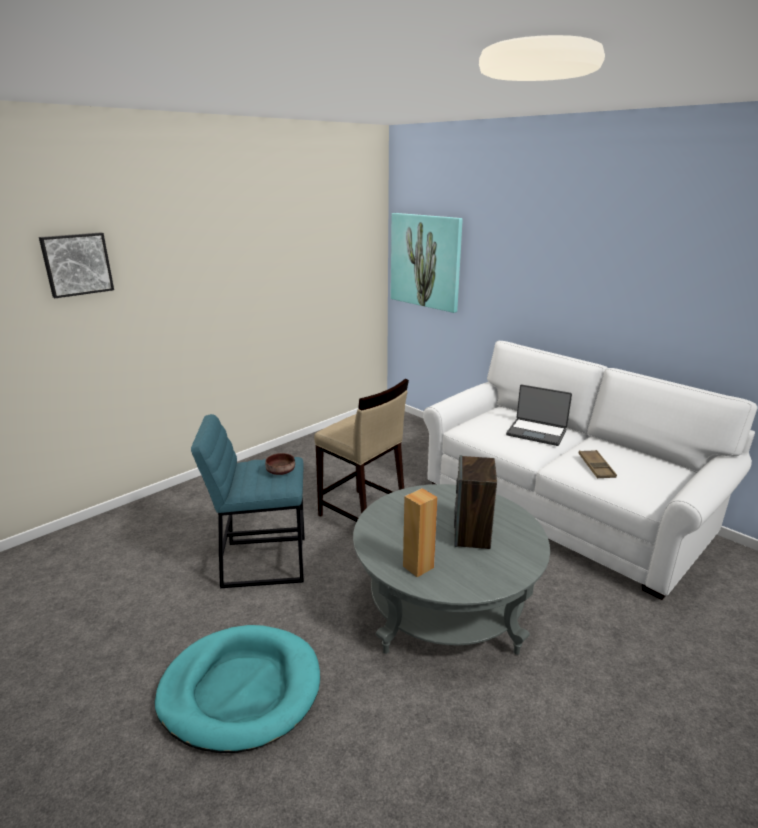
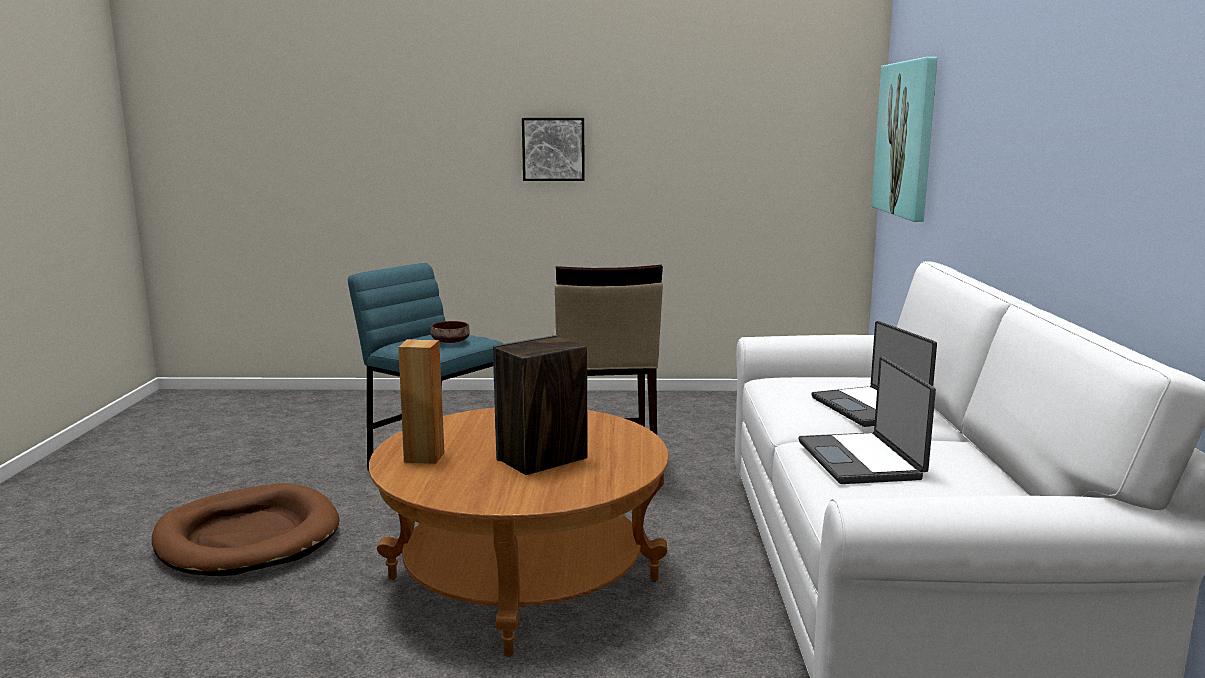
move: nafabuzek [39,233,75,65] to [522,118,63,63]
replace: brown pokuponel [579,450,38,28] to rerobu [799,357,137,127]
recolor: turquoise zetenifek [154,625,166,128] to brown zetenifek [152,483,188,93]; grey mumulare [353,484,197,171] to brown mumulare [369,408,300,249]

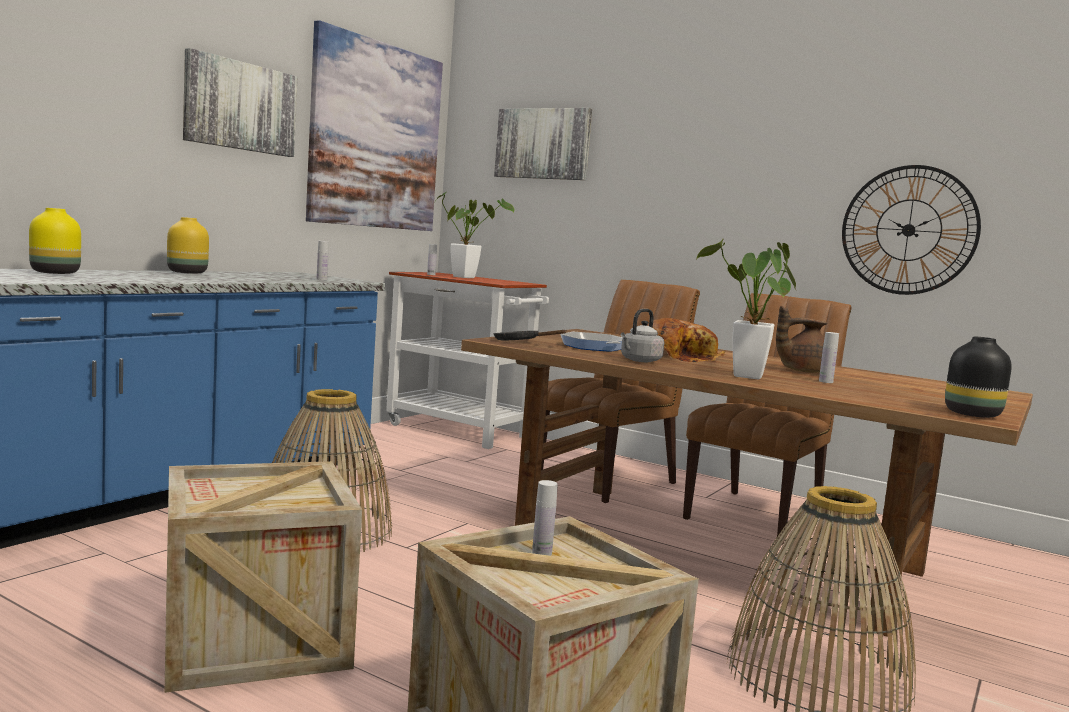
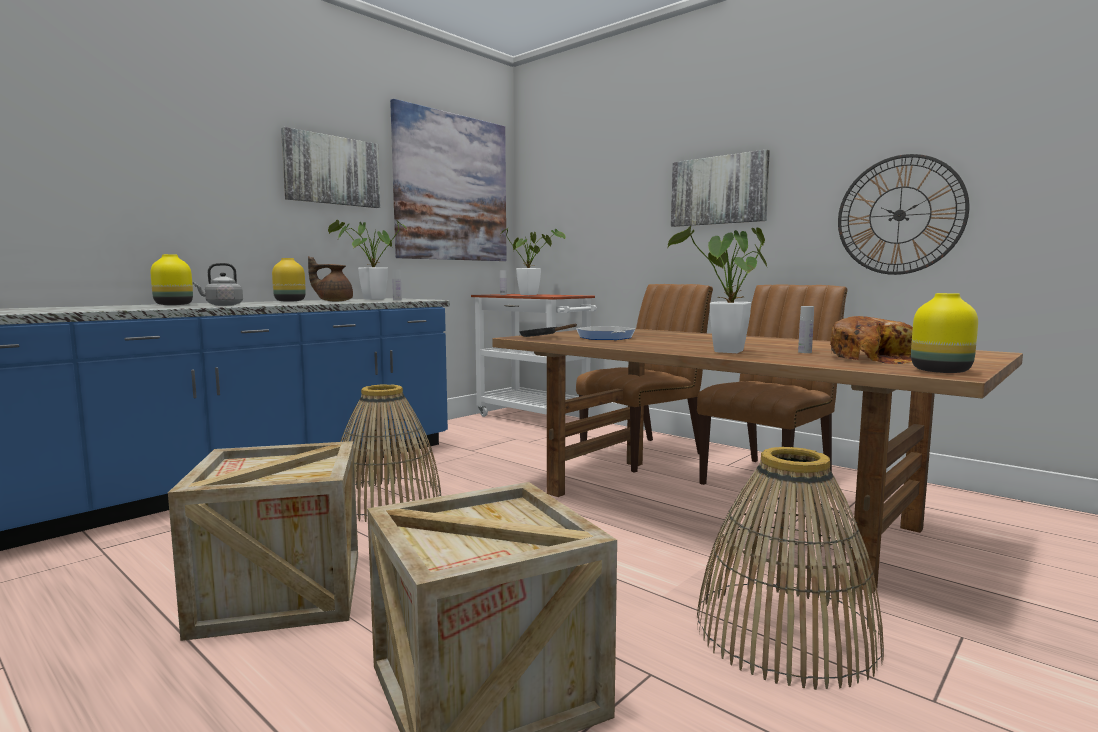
delete: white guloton [532,480,26,76]
insert: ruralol [328,220,79,80]
move: nafabuzek [494,108,98,72] to [671,149,99,78]; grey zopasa [621,309,43,53] to [193,263,50,43]; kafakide [647,318,78,45] to [830,316,83,48]; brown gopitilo [776,306,52,67] to [308,256,45,45]
recolor: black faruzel [945,336,67,82] to yellow faruzel [911,293,67,80]

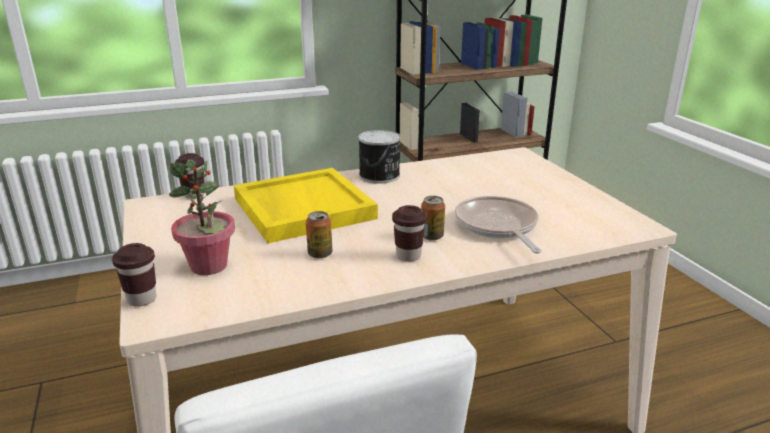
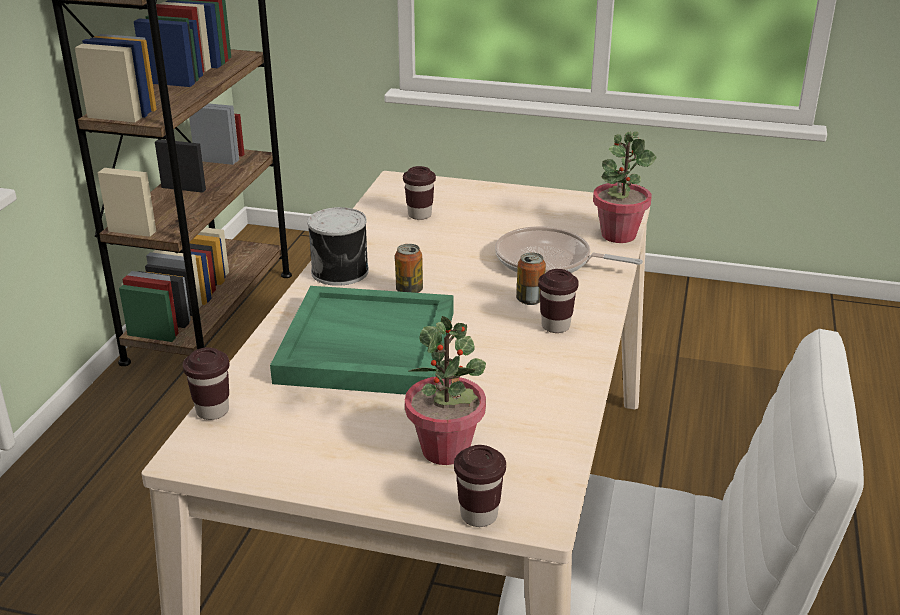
insert: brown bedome [403,166,33,54]; ruralol [593,131,64,112]
move: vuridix [306,211,26,48] to [395,244,28,49]
recolor: yellow pokuponel [234,168,144,75] to green pokuponel [270,286,184,109]

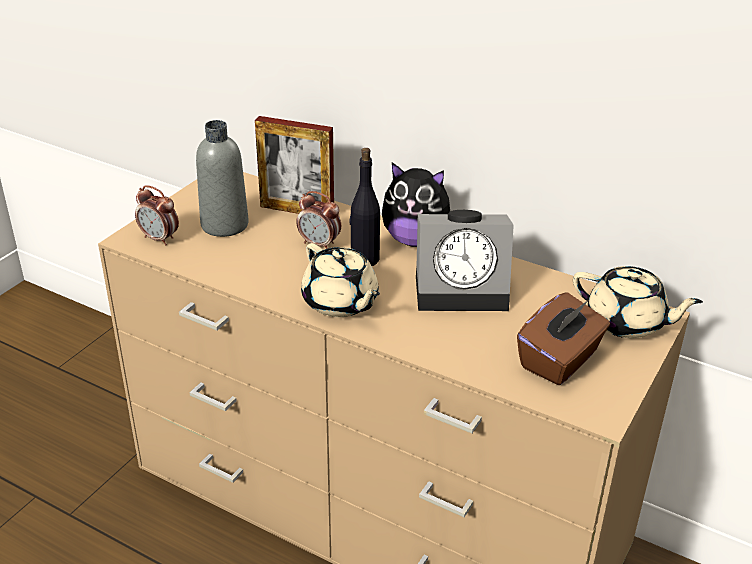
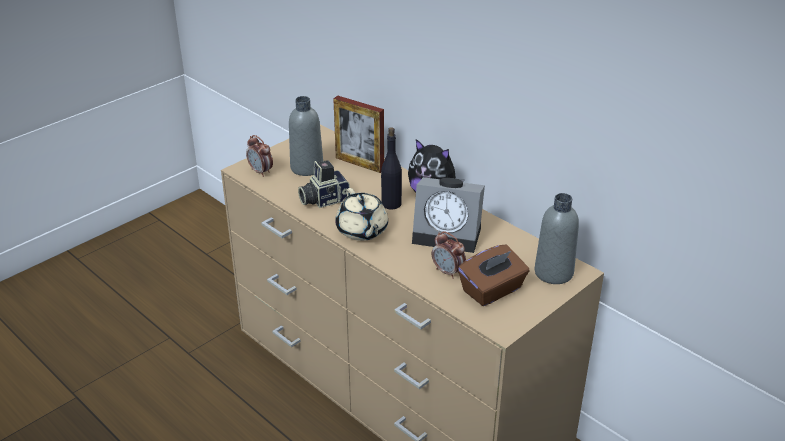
insert: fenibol [298,160,52,48]
move: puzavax [296,191,45,58] to [432,231,34,48]
replace: beige gopitilo [573,266,130,73] to grey guloton [535,193,44,91]

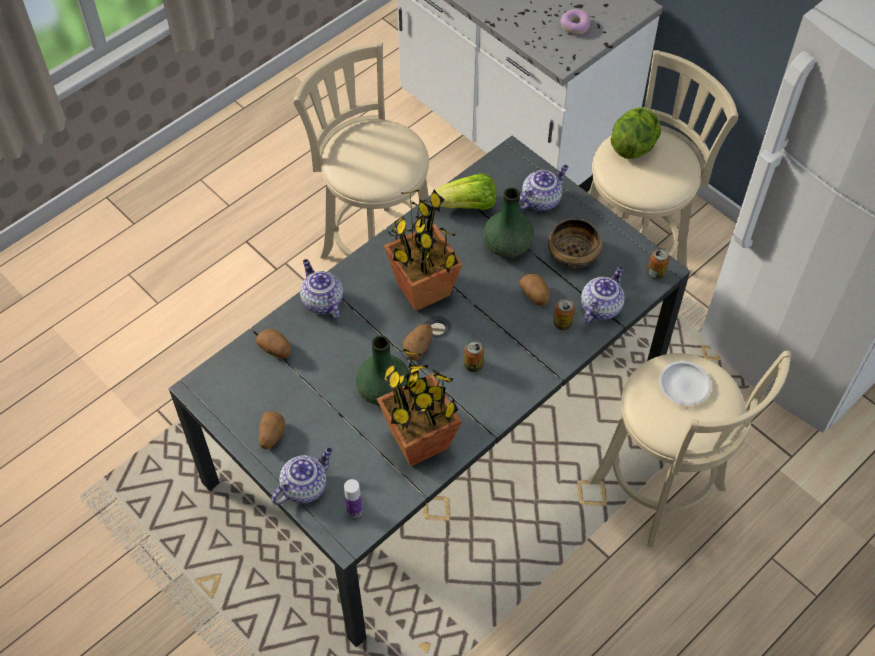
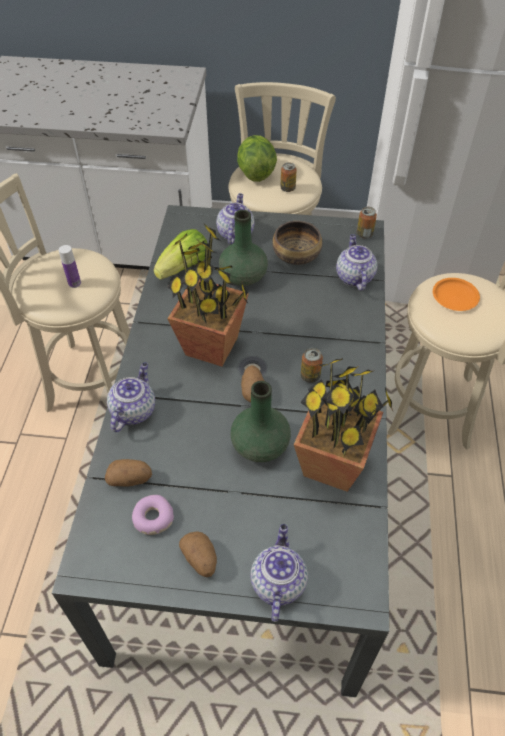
delete: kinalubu [519,274,31,32]
move: guloton [344,479,19,39] to [59,245,22,43]; vuridix [553,298,22,32] to [280,162,17,30]; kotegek [560,9,30,25] to [132,495,42,40]
recolor: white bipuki [659,361,52,44] to orange bipuki [433,278,47,33]
rotate: gopitilo [300,259,43,60] = [107,362,48,70] 90 degrees clockwise

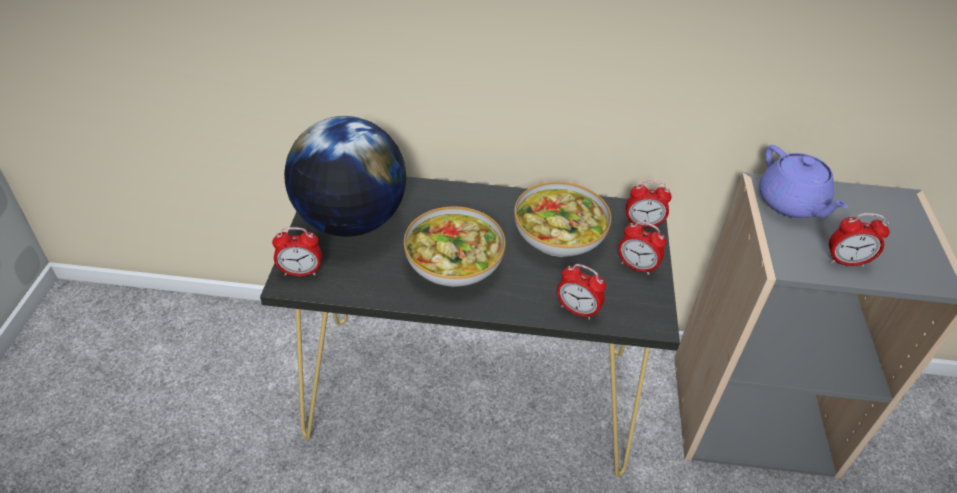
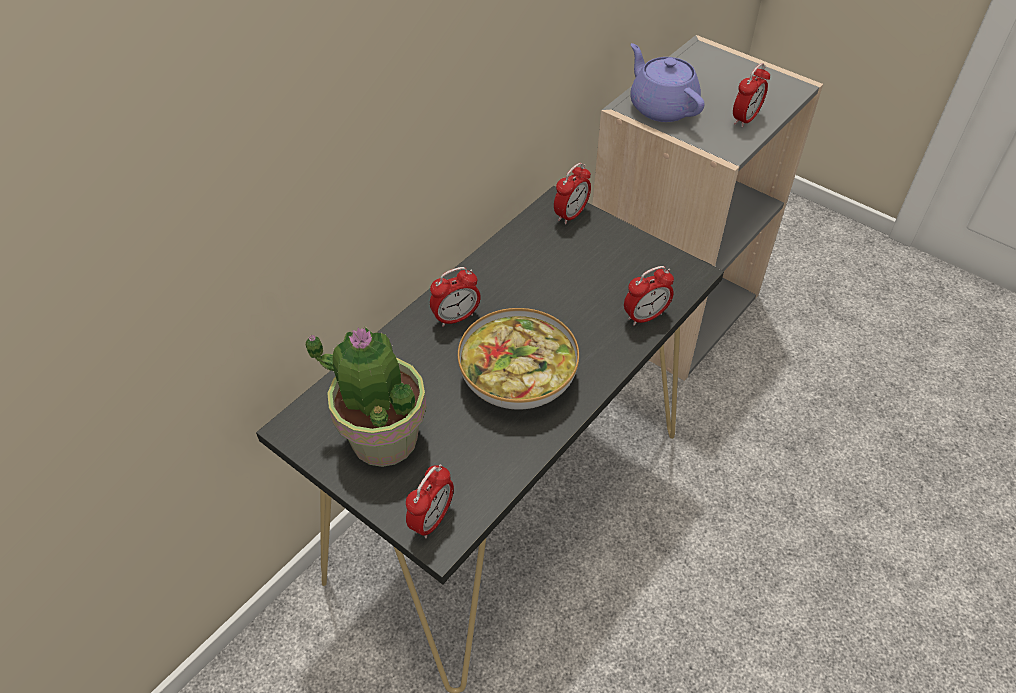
delete: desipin [514,182,97,75]
move: puzavax [618,221,48,54] to [430,267,51,60]
replace: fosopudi [284,116,122,121] to ruralol [306,326,121,141]
rotate: purple gopitilo [759,145,89,74] = [630,43,75,79] 135 degrees counterclockwise

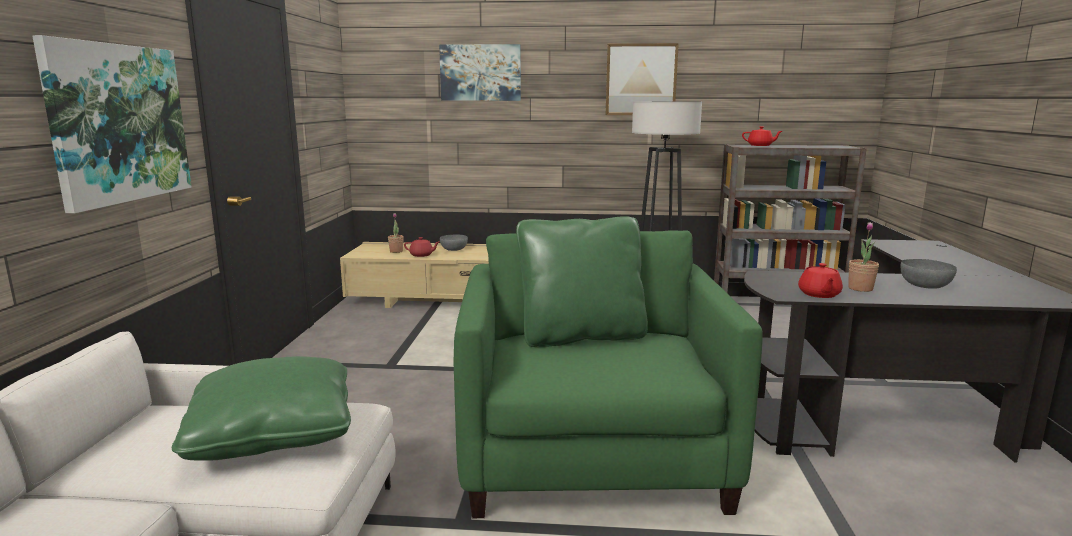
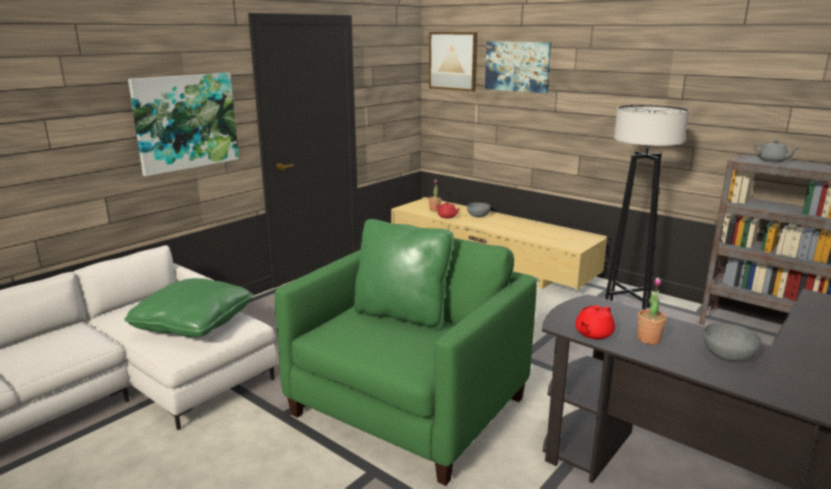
move: nafabuzek [606,43,73,72] to [429,32,48,60]
recolor: red gopitilo [742,126,40,20] to grey gopitilo [754,140,45,22]

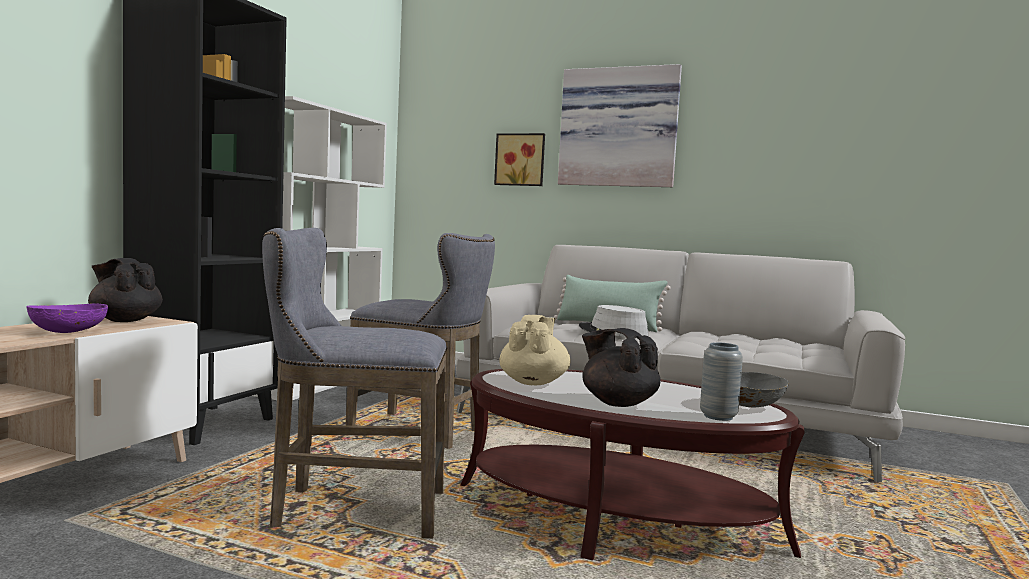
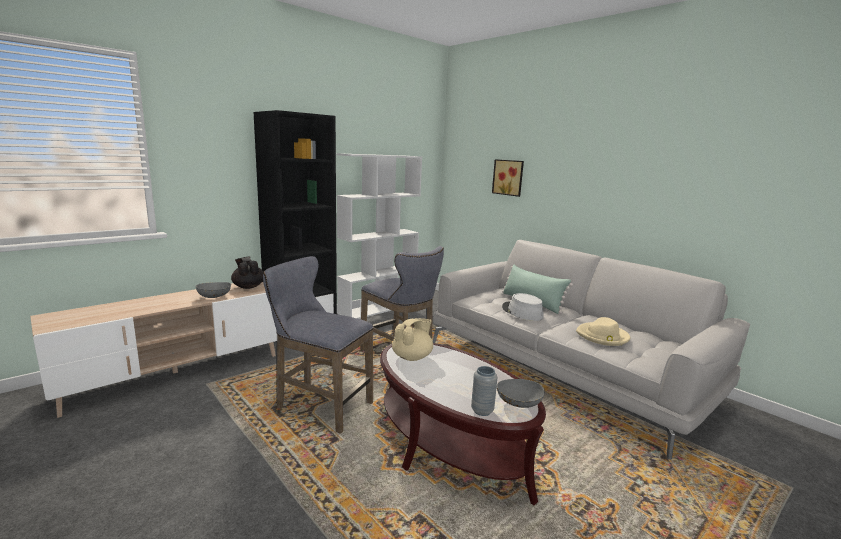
delete: nafabuzek [558,64,124,123]; black gopitilo [582,328,79,79]
insert: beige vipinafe [576,317,54,29]
recolor: purple desipin [26,303,82,30] to grey desipin [195,282,36,16]

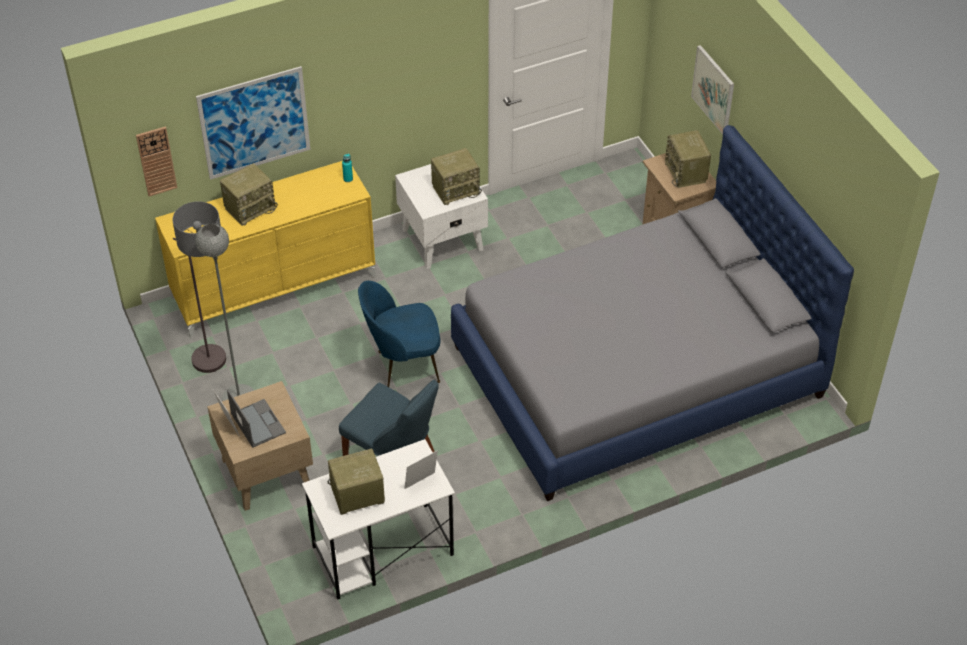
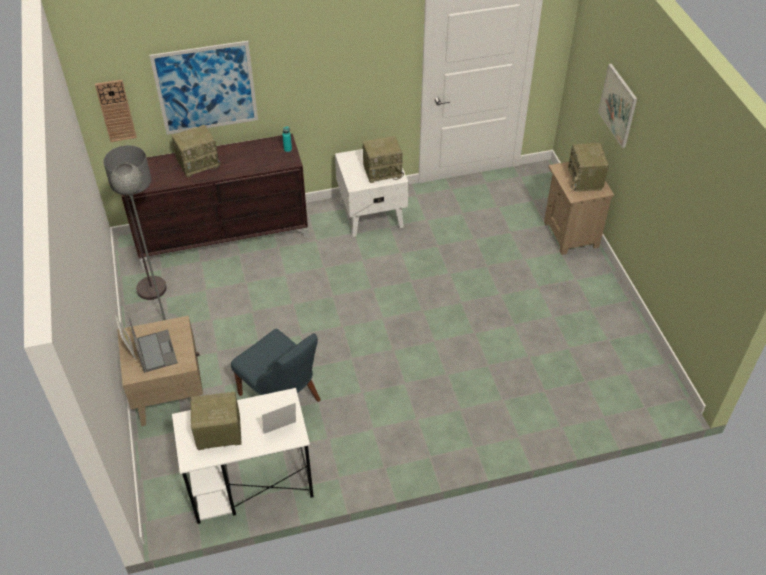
delete: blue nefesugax [358,281,83,106]; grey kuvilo [451,125,403,376]
recolor: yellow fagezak [155,161,221,177] to brown fagezak [121,134,188,135]

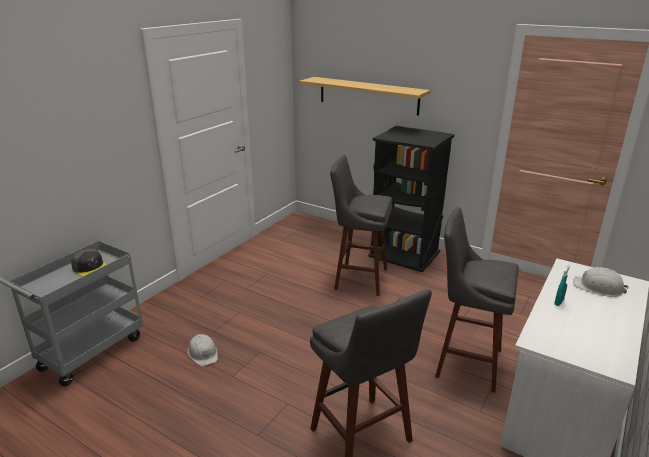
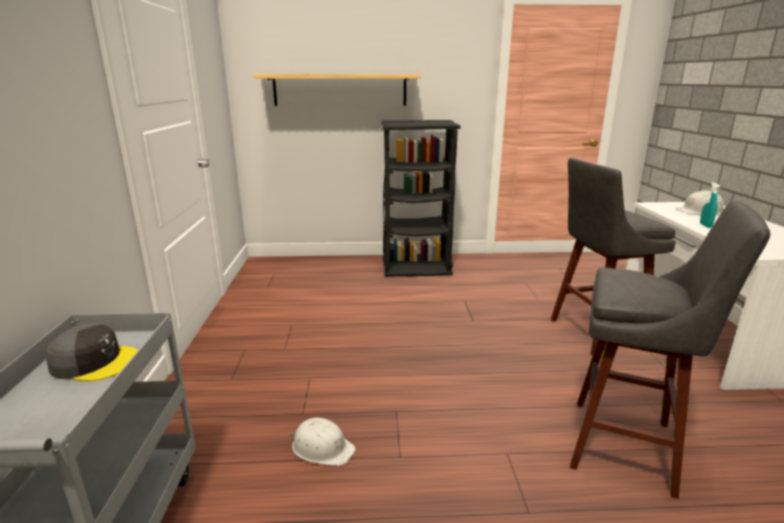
delete: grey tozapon [330,155,63,141]

